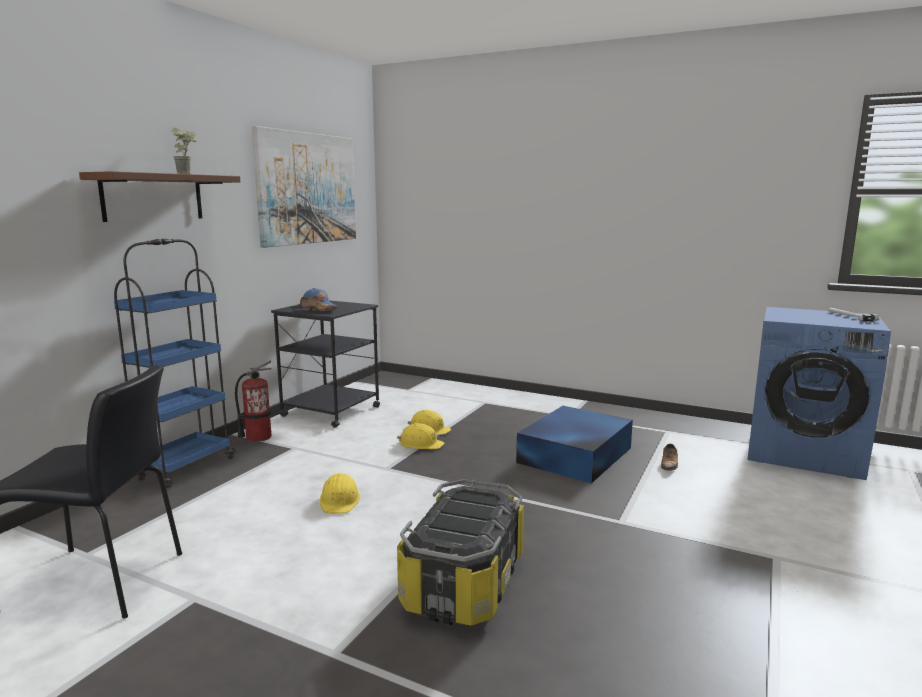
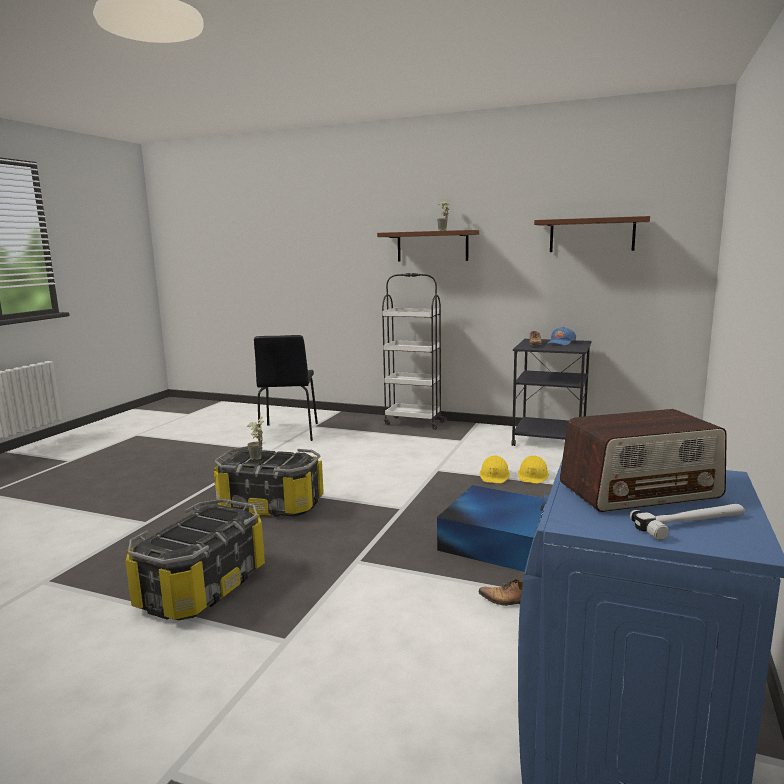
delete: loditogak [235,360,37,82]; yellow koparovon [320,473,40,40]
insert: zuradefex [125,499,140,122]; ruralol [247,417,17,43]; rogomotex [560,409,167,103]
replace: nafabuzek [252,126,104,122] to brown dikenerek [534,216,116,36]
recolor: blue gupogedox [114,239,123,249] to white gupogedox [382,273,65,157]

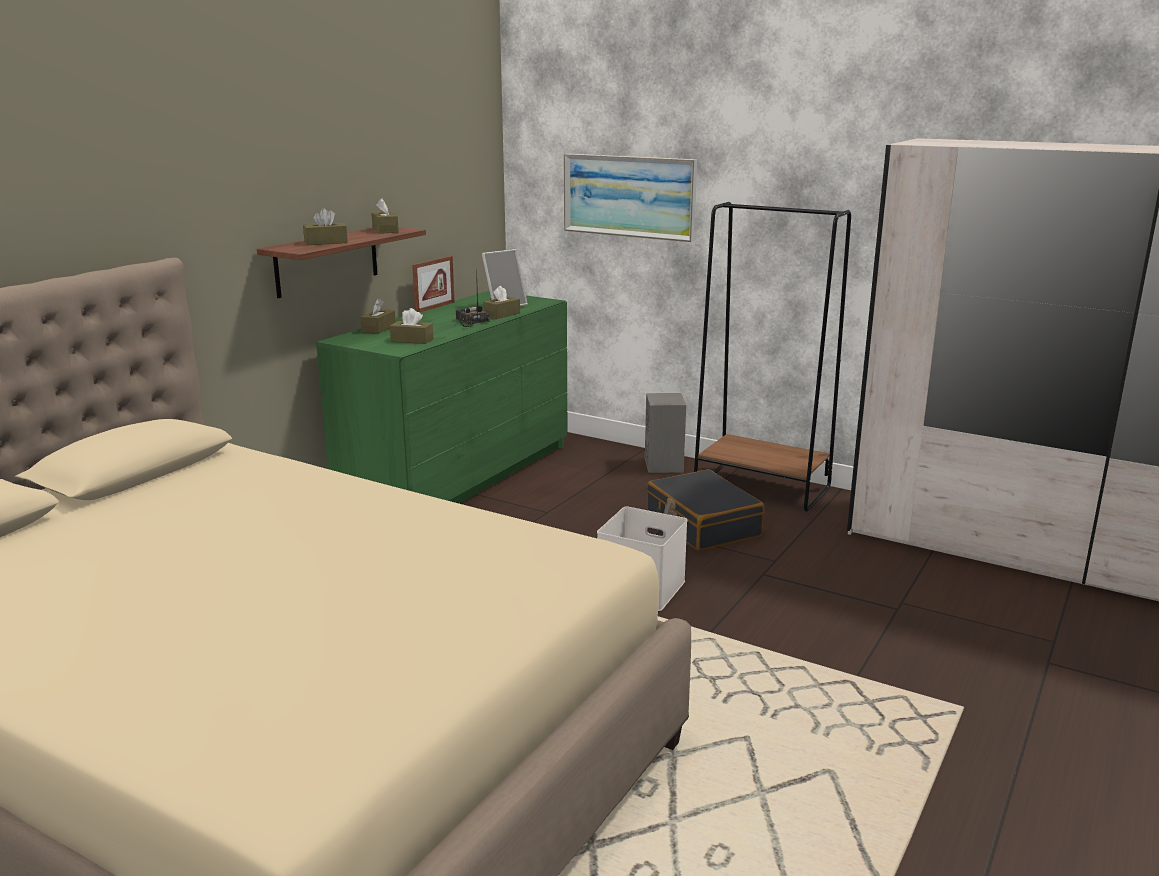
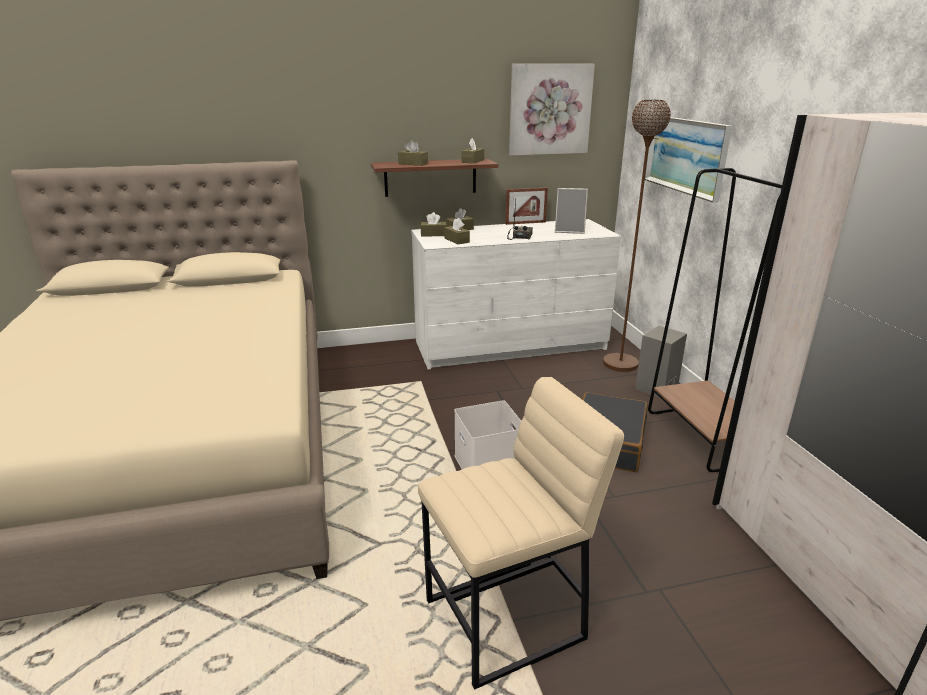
insert: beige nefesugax [418,377,206,313]; nafabuzek [509,64,86,92]; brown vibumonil [603,100,68,272]
move: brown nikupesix [483,286,37,33] to [420,212,27,25]
recolor: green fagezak [315,291,252,213] to white fagezak [411,219,210,150]

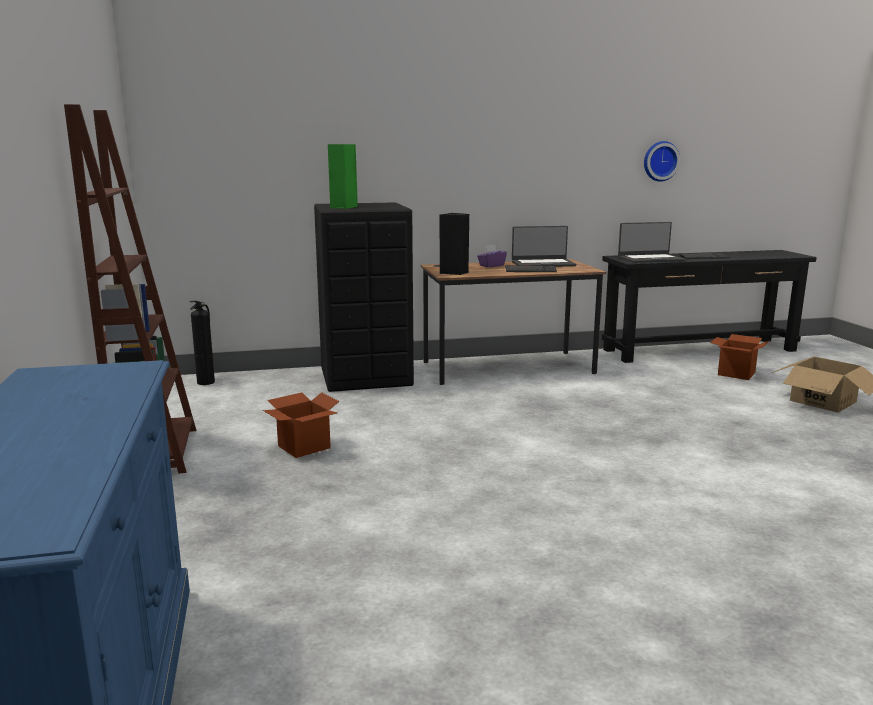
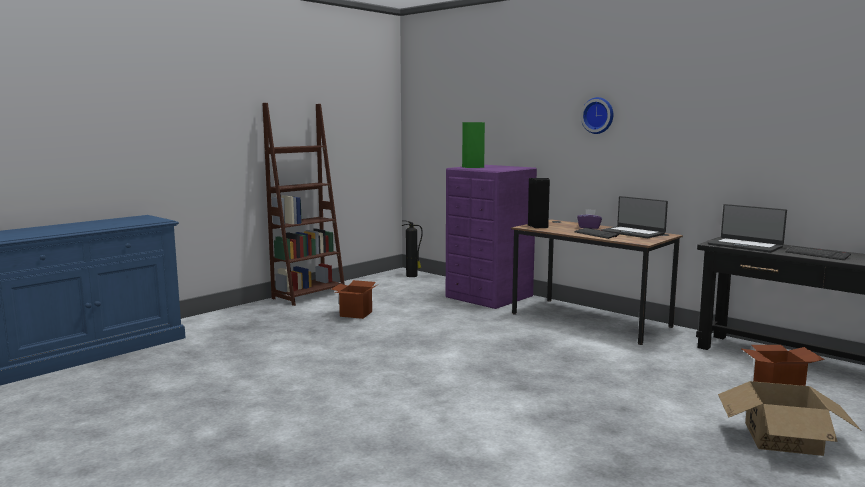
move: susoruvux [644,141,36,41] to [581,97,32,37]
recolor: black fagezak [314,202,100,190] to purple fagezak [446,165,91,144]

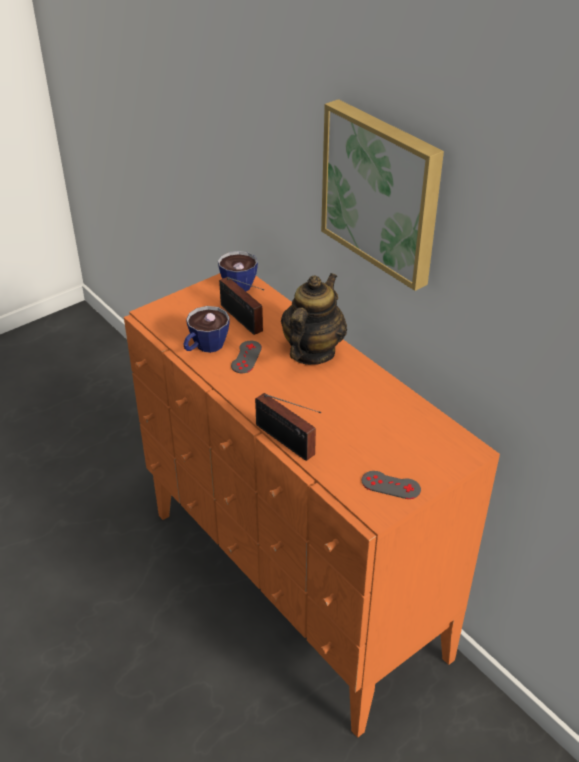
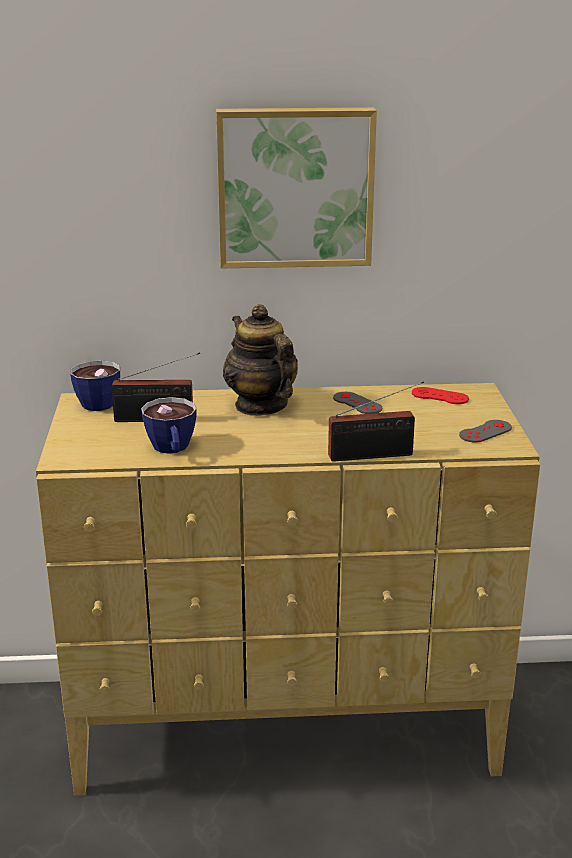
insert: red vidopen [412,387,57,17]
move: grey vidopen [231,341,31,32] to [333,392,49,22]
recolor: orange fagezak [124,273,376,465] to beige fagezak [36,383,504,413]

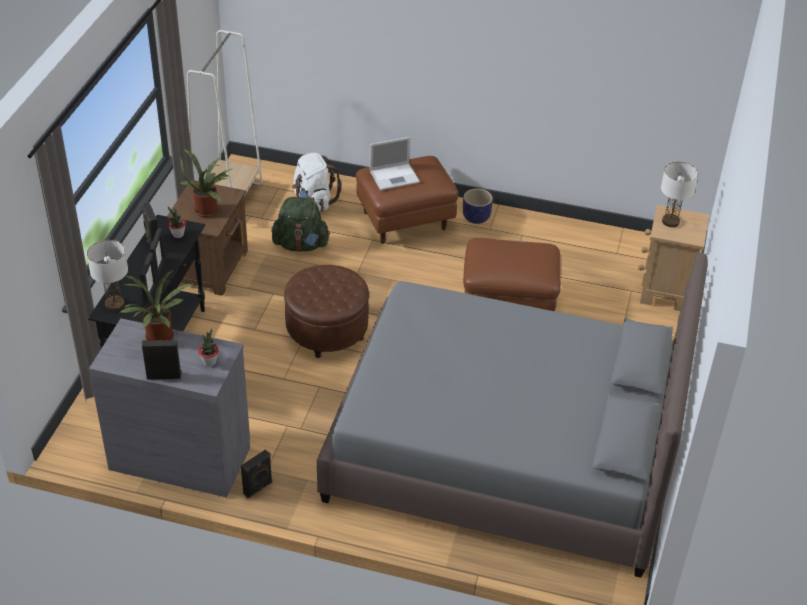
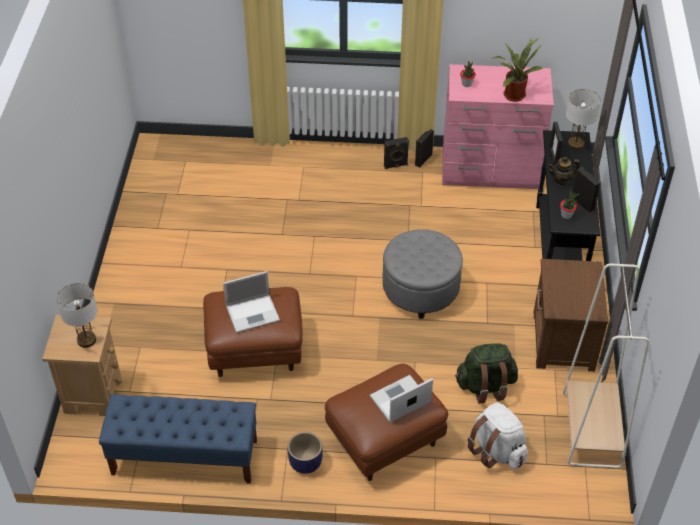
delete: ruralol [181,149,51,68]; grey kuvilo [317,252,391,326]
insert: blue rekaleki [99,394,158,90]; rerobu [223,271,57,62]
move: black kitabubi [142,339,39,41] to [384,137,25,32]
replace: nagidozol [150,228,16,52] to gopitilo [548,157,32,28]
recolor: grey fagezak [89,318,161,180] to pink fagezak [442,64,112,125]; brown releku [284,265,85,93] to grey releku [382,229,81,90]

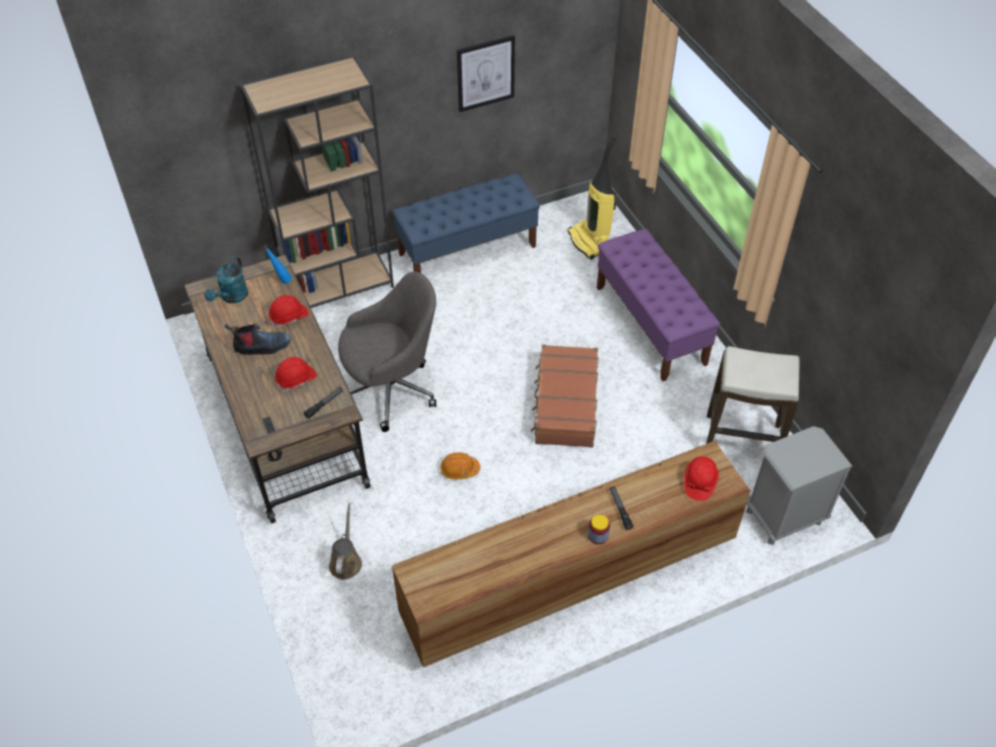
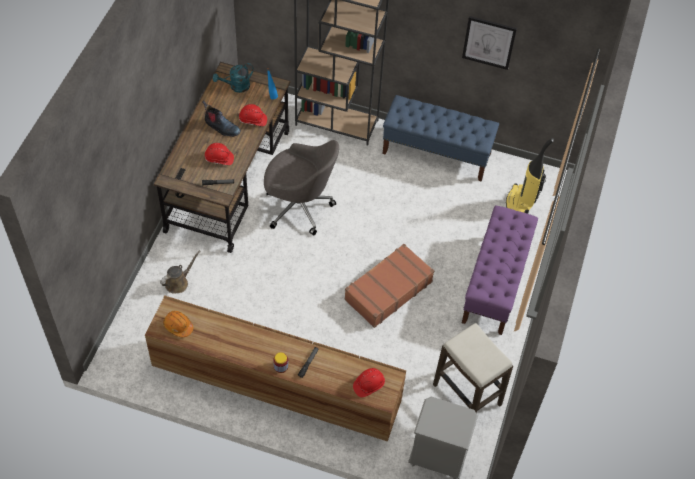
move: orange koparovon [440,452,40,27] to [163,311,30,26]

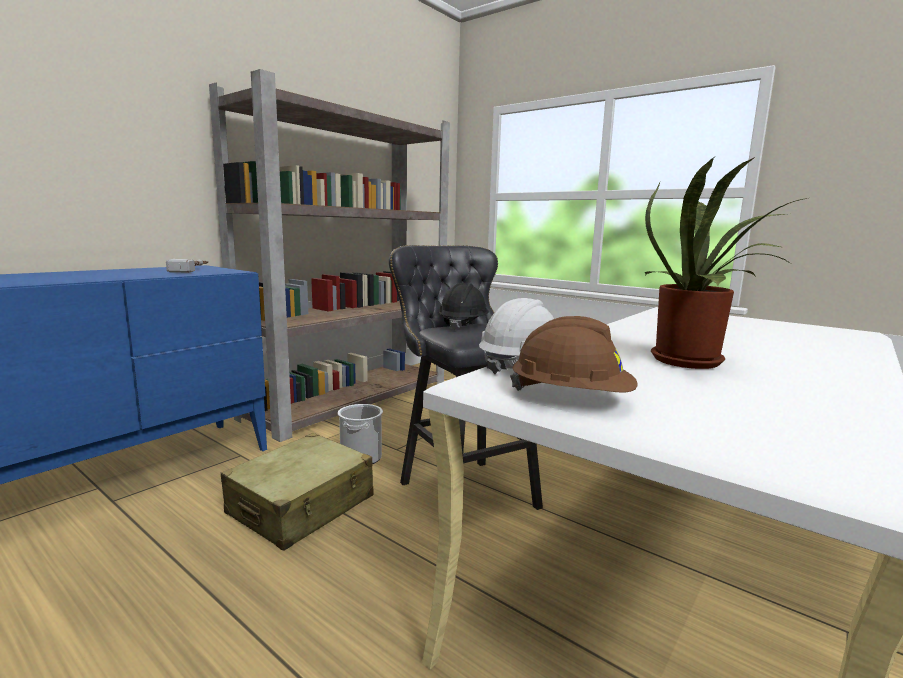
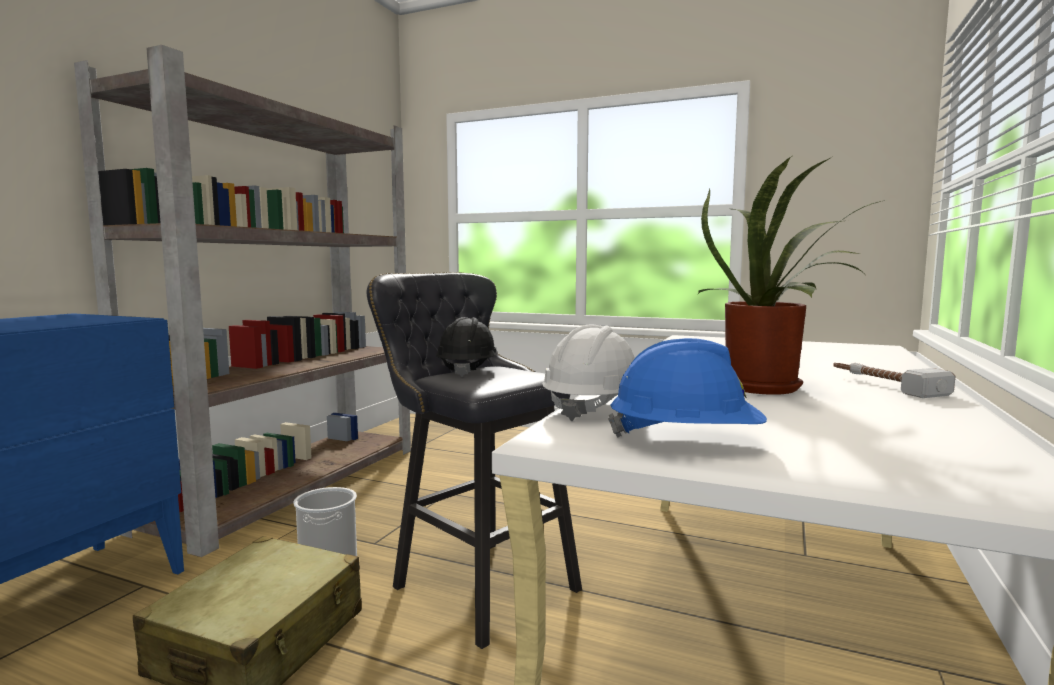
move: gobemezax [166,259,42,14] to [833,363,122,35]
recolor: brown koparovon [510,316,128,77] to blue koparovon [608,338,159,100]

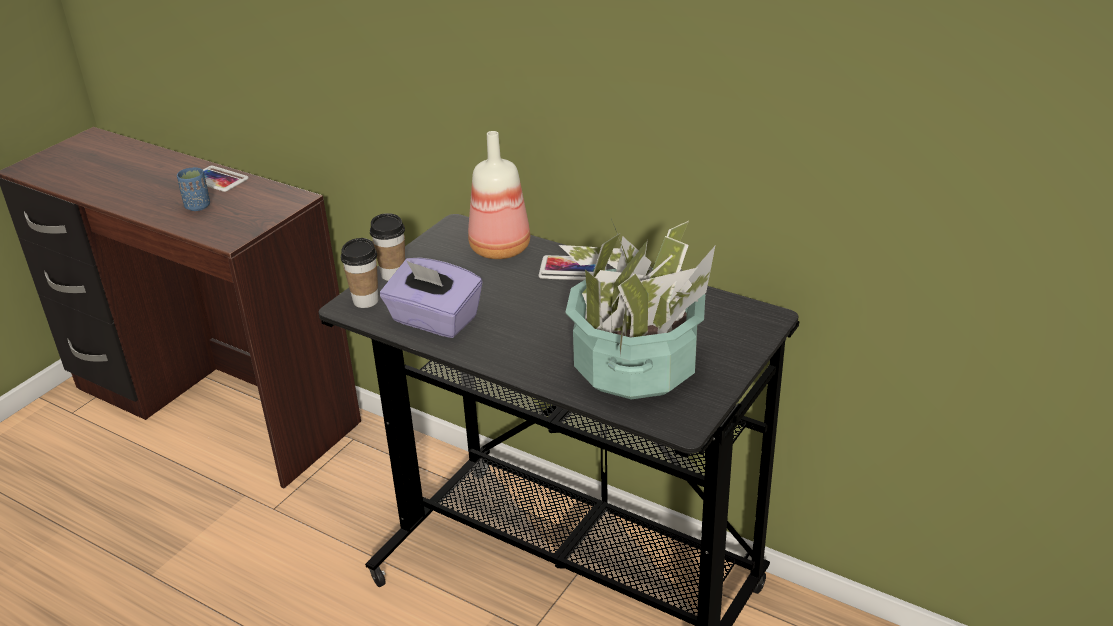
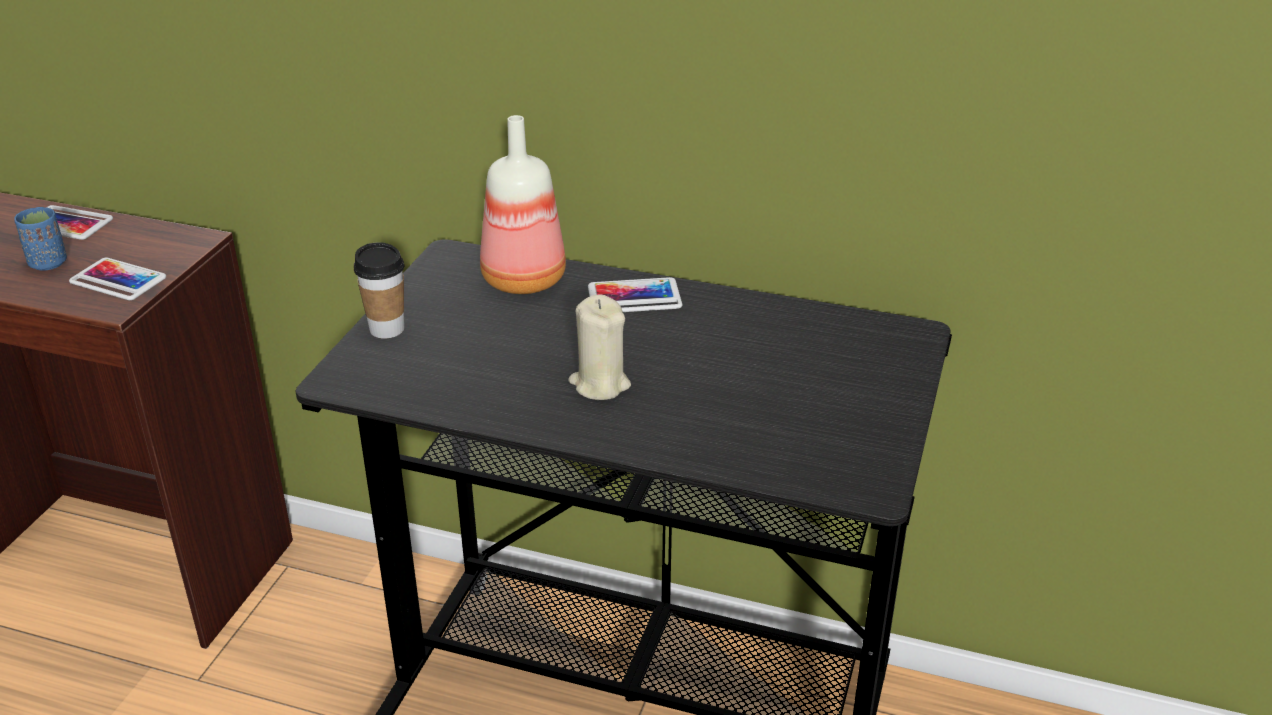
delete: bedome [341,238,37,70]; purple nikupesix [380,257,103,81]; ruralol [559,219,156,181]
insert: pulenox [69,258,97,42]; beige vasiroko [568,294,63,106]

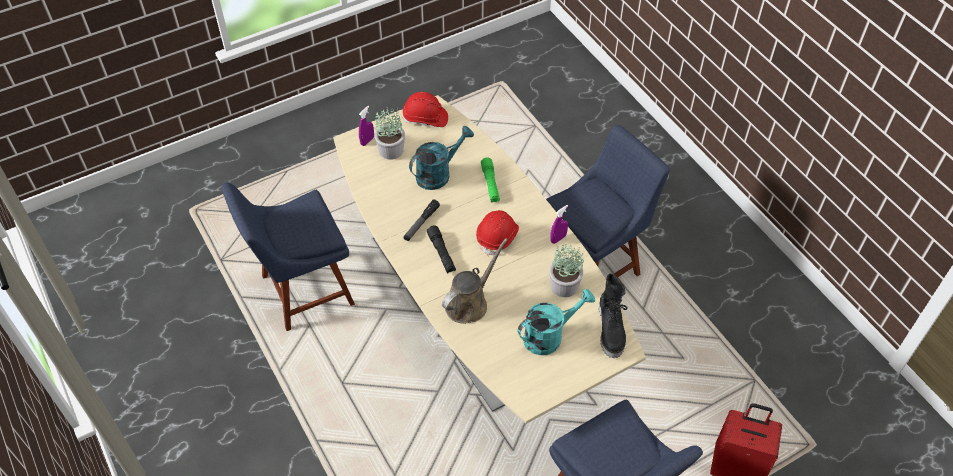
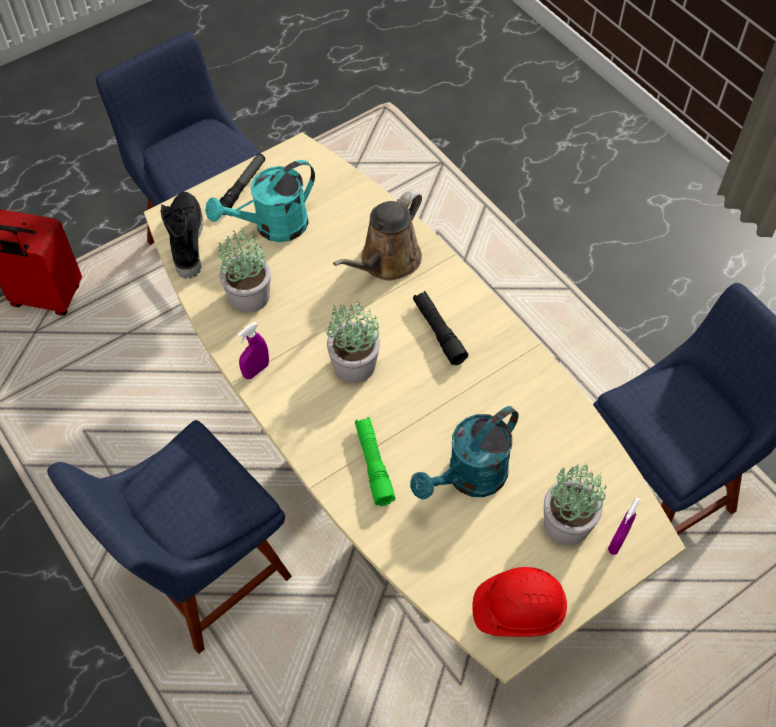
move: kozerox [403,199,37,42] to [219,153,46,62]
replace: red koparovon [476,210,43,46] to ruralol [327,301,53,82]

